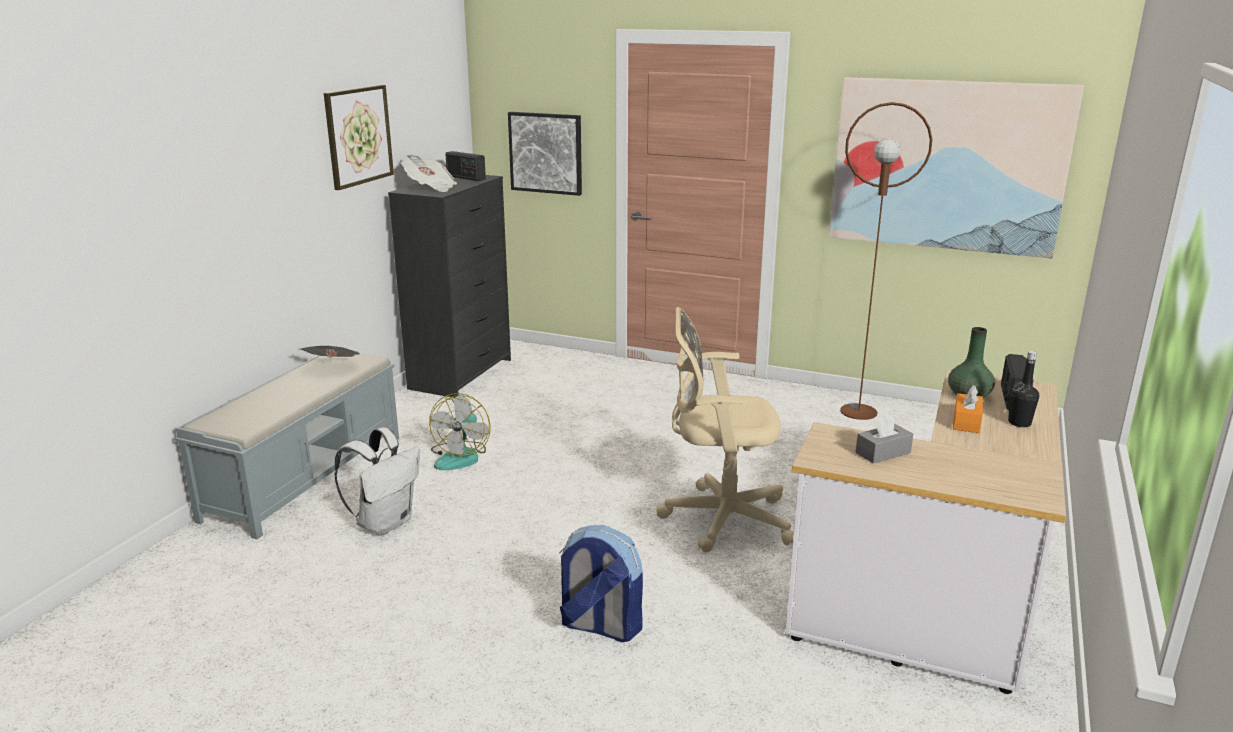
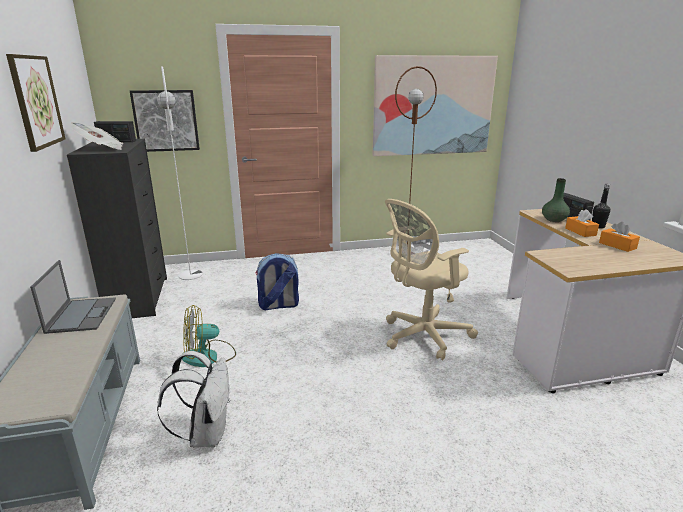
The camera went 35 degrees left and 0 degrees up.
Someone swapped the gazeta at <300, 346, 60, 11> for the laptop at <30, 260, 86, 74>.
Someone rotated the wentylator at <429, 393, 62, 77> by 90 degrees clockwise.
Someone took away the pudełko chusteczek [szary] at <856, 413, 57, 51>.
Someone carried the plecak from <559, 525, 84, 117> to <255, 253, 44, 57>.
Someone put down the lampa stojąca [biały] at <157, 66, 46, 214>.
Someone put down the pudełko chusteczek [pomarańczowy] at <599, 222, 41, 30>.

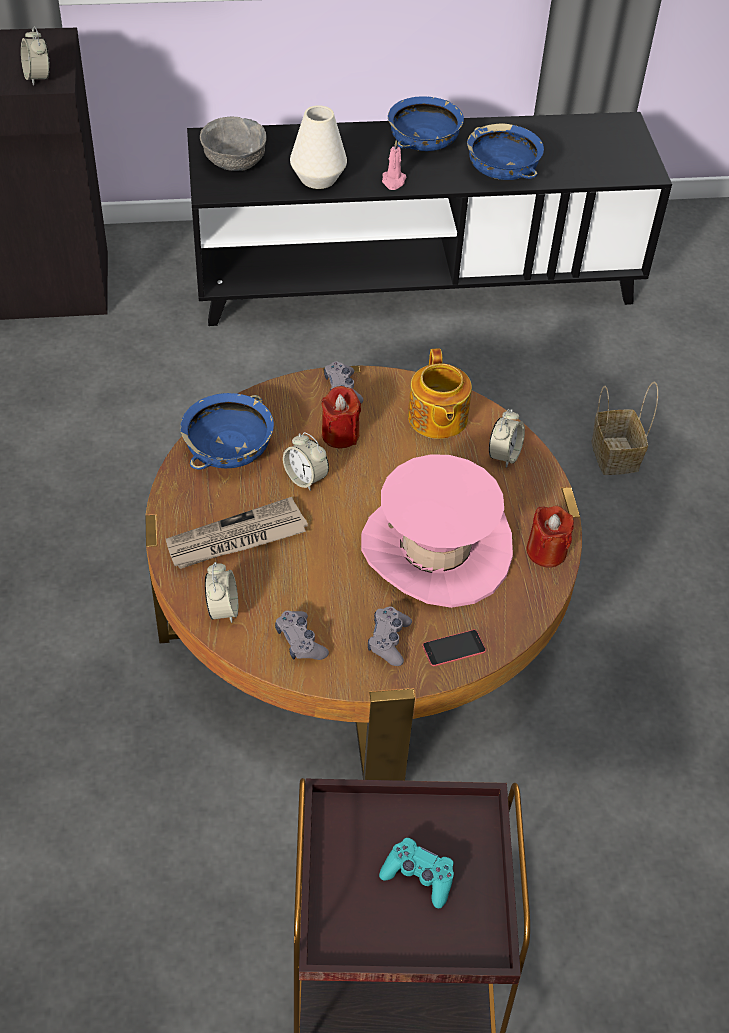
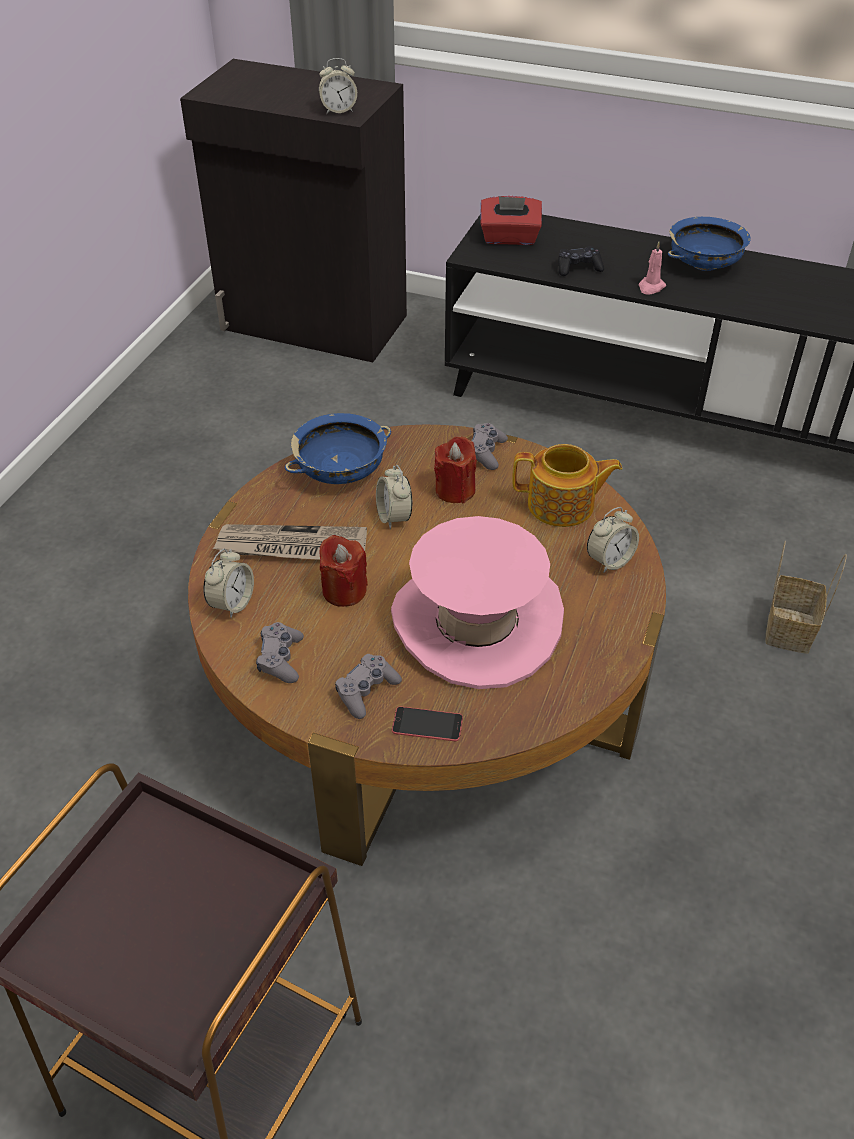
The camera went 30 degrees right and 5 degrees down.
Someone rotated the budzik at <21, 26, 29, 60> by 105 degrees counterclockwise.
Someone swapped the wazon [biały] at <290, 105, 57, 84> for the pad do gier [czarny] at <558, 246, 46, 30>.
Someone swapped the miska [szary] at <200, 116, 66, 55> for the pudełko chusteczek [czerwony] at <481, 196, 61, 49>.
Someone took away the miska [niebieski] at <467, 124, 77, 56>.
Someone rotated the imbryk at <408, 348, 64, 91> by 105 degrees counterclockwise.
Someone carried the świeca [czerwony] from <527, 506, 47, 62> to <320, 535, 48, 72>.
Someone took away the pad do gier [turkusowy] at <379, 838, 75, 70>.

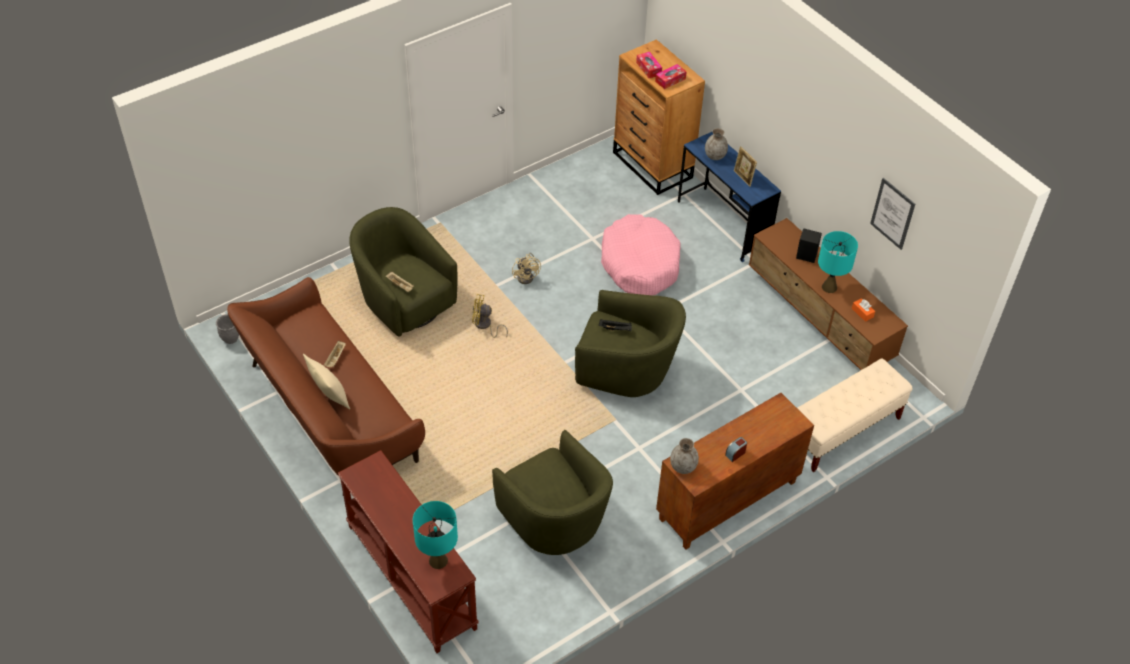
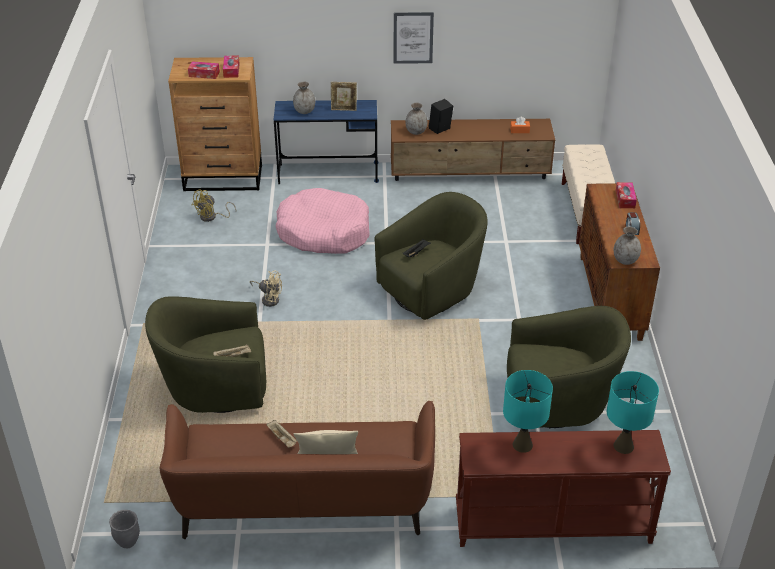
The camera went 55 degrees left and 10 degrees down.
Someone carried the obraz from <870, 178, 45, 72> to <394, 12, 40, 52>.
Someone carried the lampa stołowa [turkusowy] from <818, 231, 40, 62> to <503, 370, 50, 83>.
Someone carried the wentylator [żółty] from <472, 294, 36, 44> to <191, 189, 45, 33>.
Someone put down the wazon [szary] at <406, 103, 21, 32>.
Someone put down the pudełko chusteczek at <616, 182, 21, 26>.

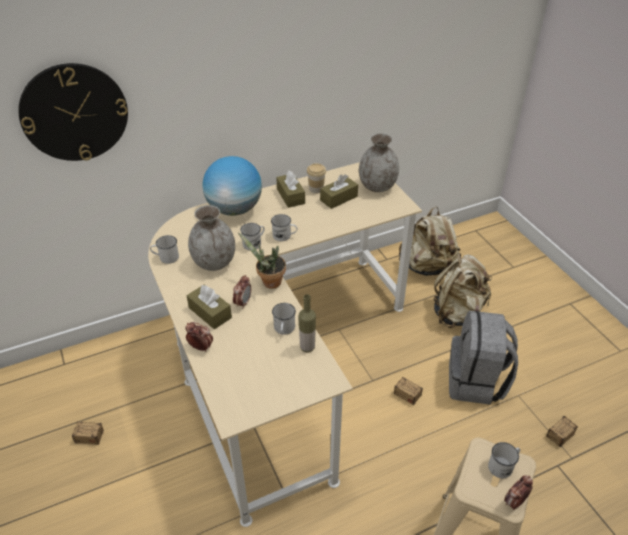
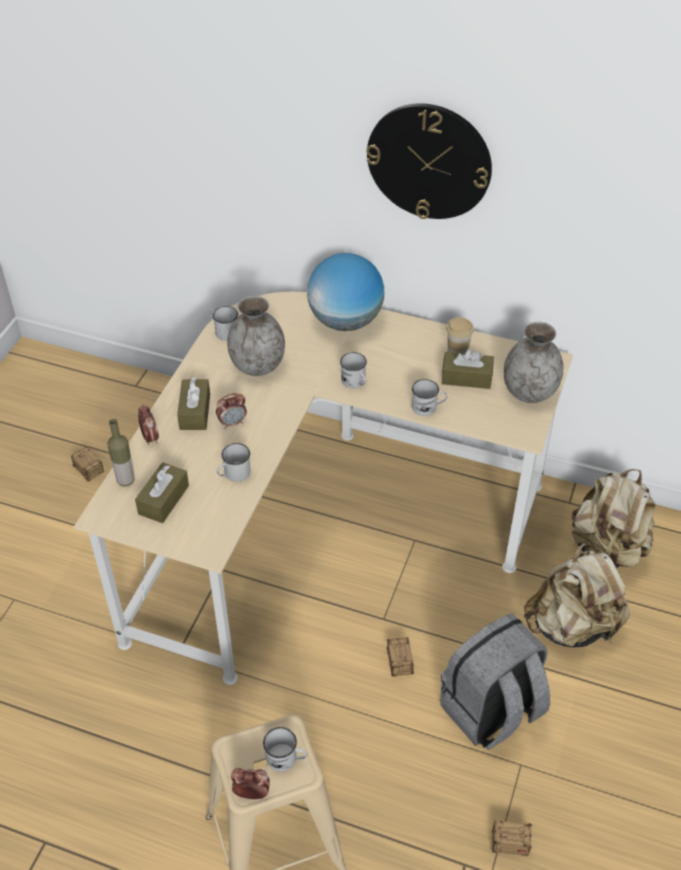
The camera went 45 degrees right and 5 degrees up.
Someone carried the zegar ścienny from <18, 63, 110, 98> to <367, 103, 125, 116>.
Someone carried the pudełko chusteczek [brązowy] from <276, 170, 29, 38> to <135, 462, 54, 61>.
Someone carried the kubek [biały] from <240, 223, 25, 27> to <412, 379, 35, 37>.
Someone took away the roślina doniczkowa at <238, 232, 48, 57>.
Someone carried the butelka from <298, 294, 18, 58> to <108, 419, 27, 67>.

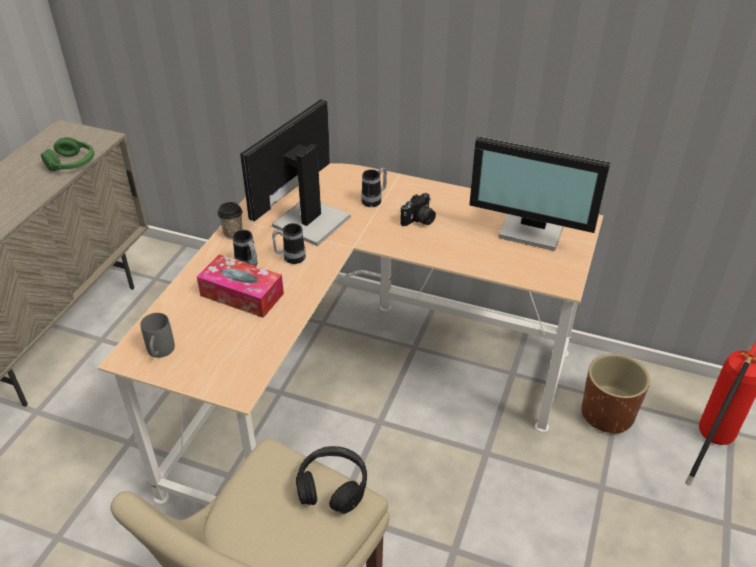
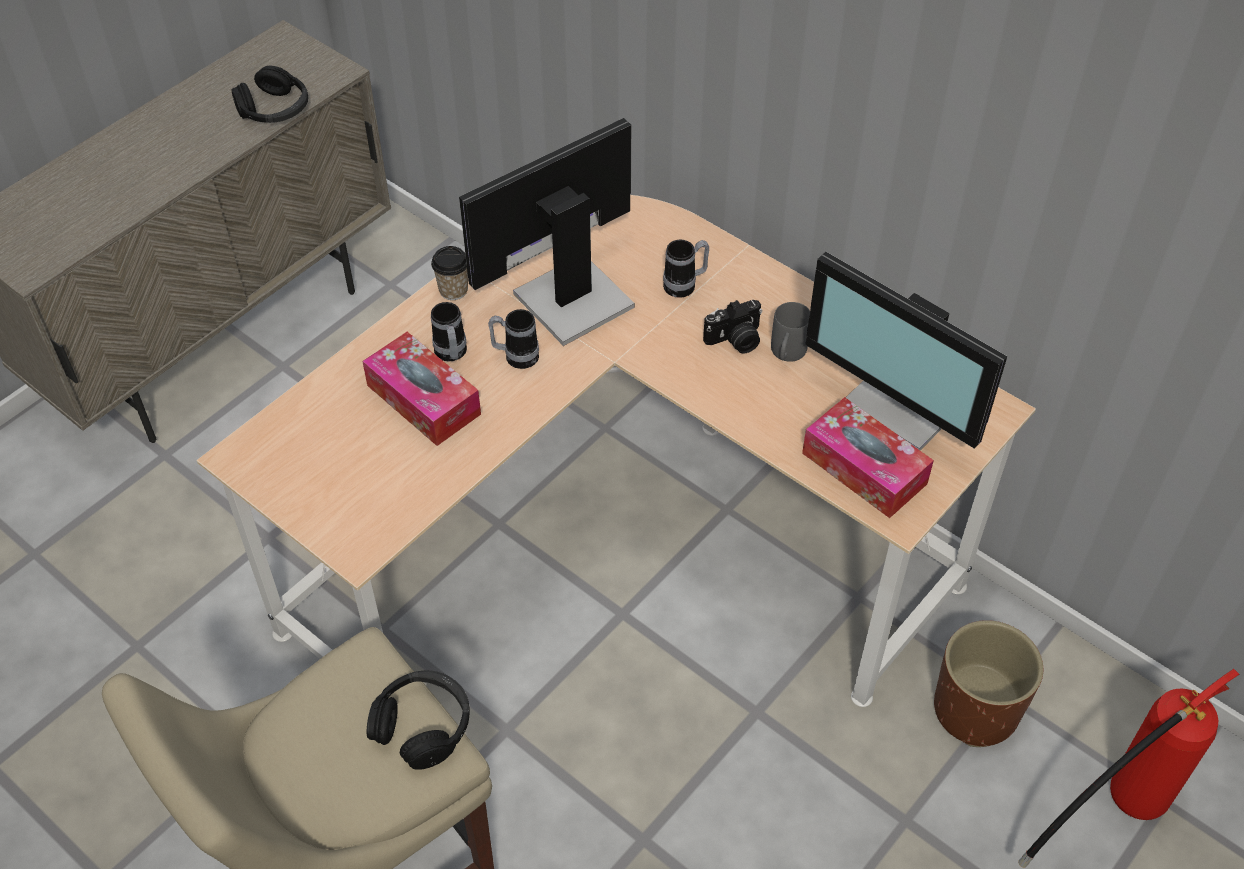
The camera went 20 degrees right and 10 degrees up.
Someone repainted the słuchawki [zielony] at <41, 137, 53, 35>, which became the słuchawki [czarny] at <231, 66, 77, 57>.
Someone carried the kubek [szary] from <140, 313, 35, 45> to <771, 302, 39, 60>.
Someone put down the pudełko chusteczek at <802, 397, 132, 121>.

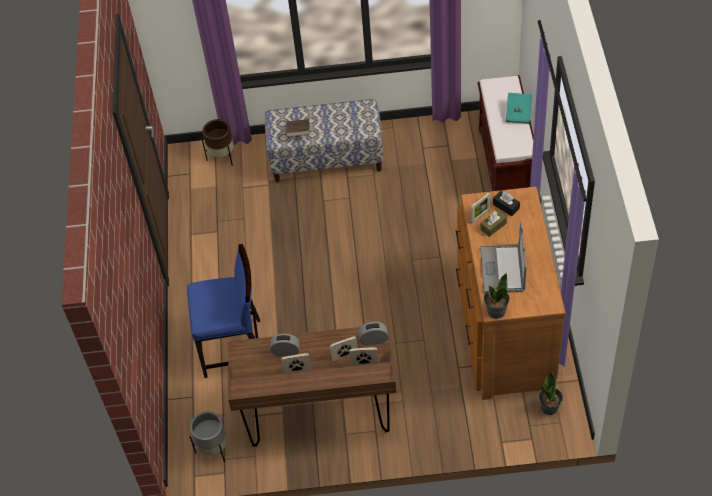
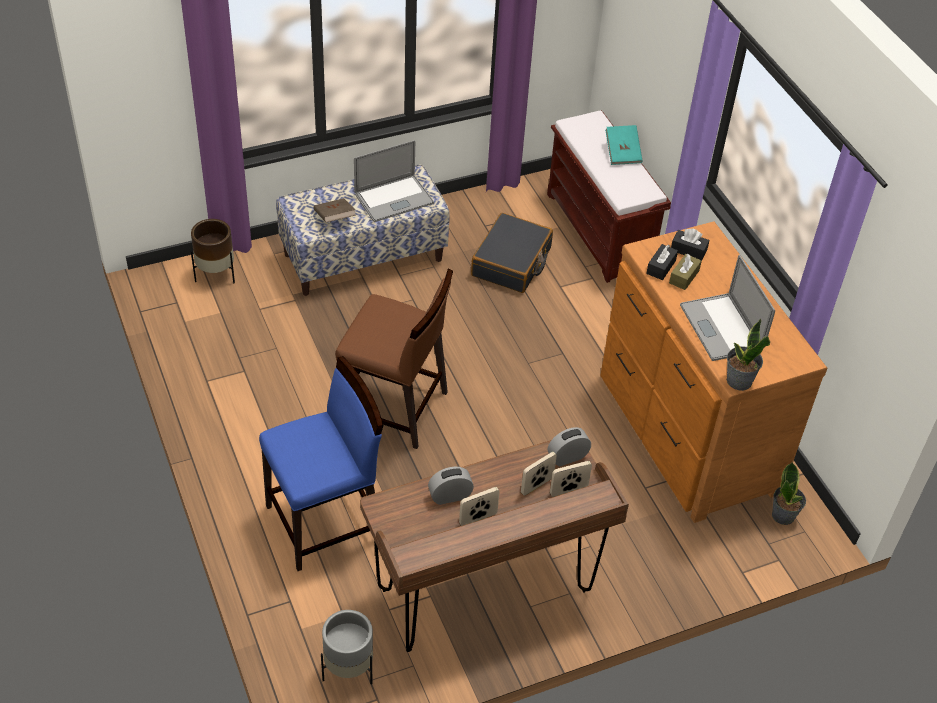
The camera went 25 degrees left and 5 degrees down.
Someone swapped the ramka na zdjęcie at <470, 192, 21, 32> for the pudełko chusteczek [czarny] at <646, 244, 32, 36>.
Someone put down the laptop at <354, 140, 80, 82>.
Someone put down the walizka [czarny] at <471, 213, 82, 80>.
Someone put down the krzesło [brązowy] at <335, 269, 118, 180>.

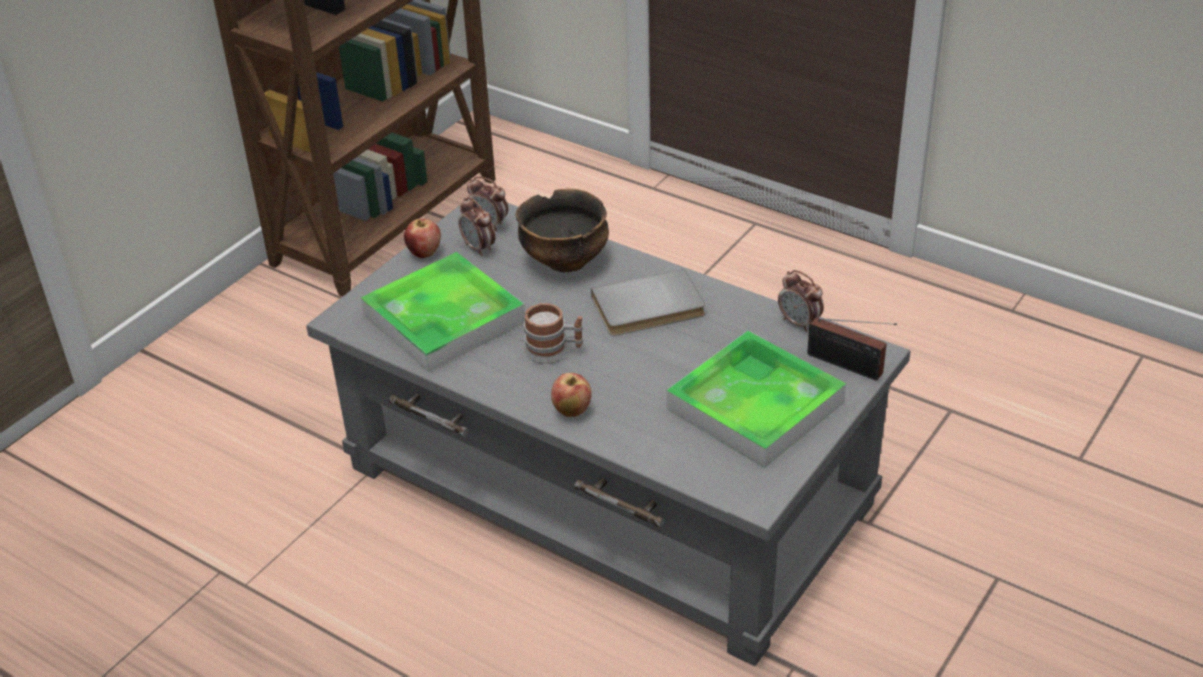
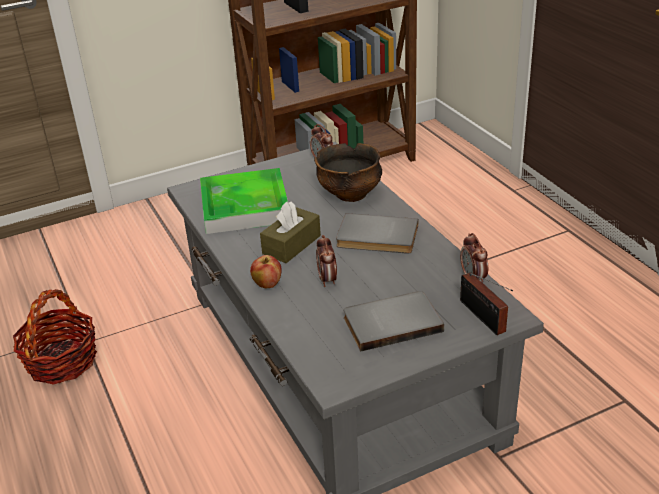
The camera went 30 degrees right and 5 degrees down.
Someone carried the budzik from <458, 197, 37, 59> to <316, 235, 21, 52>.
Someone took away the jabłko at <404, 219, 37, 39>.
Someone swapped the kubek at <524, 303, 59, 61> for the pudełko chusteczek [brązowy] at <260, 202, 61, 61>.
Someone swapped the taca at <666, 331, 180, 137> for the książka [szary] at <343, 291, 101, 61>.
Someone put down the koszyk at <13, 289, 84, 96>.

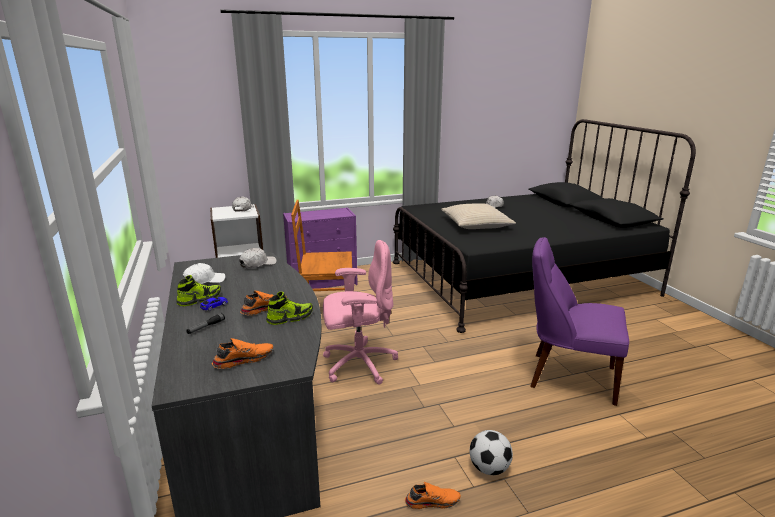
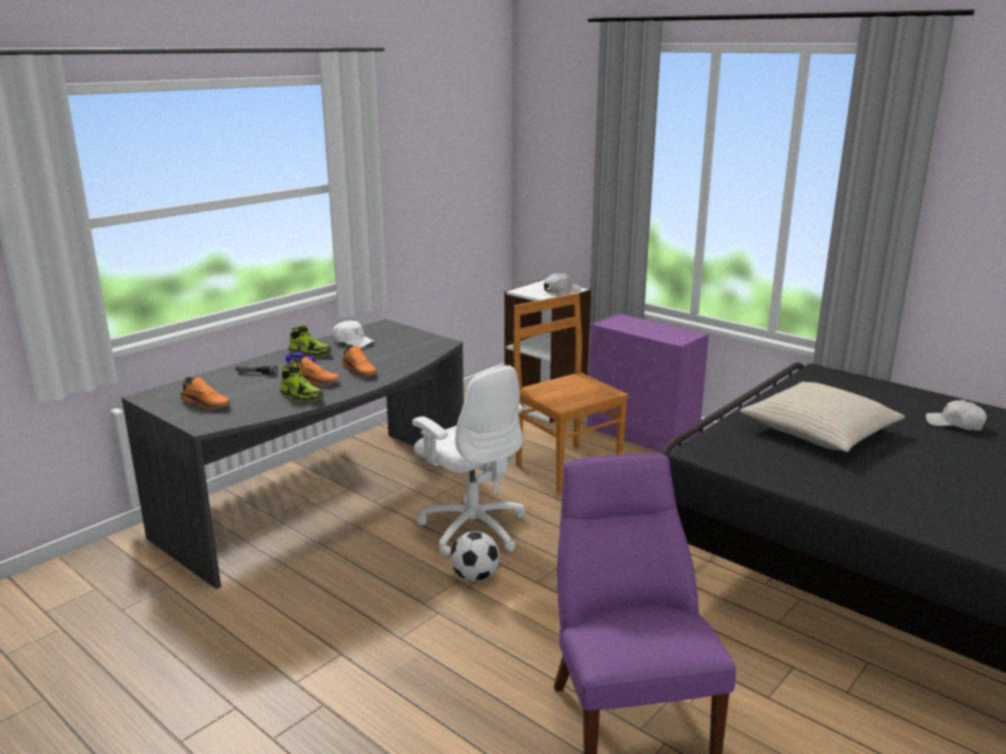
The camera went 60 degrees right and 0 degrees up.
Someone repainted the krzesło biurowe [różowy] at <323, 240, 75, 145>, which became the krzesło biurowe [biały] at <412, 365, 113, 192>.
Someone took away the czapka z daszkiem [biały] at <239, 248, 38, 21>.
Someone carried the piłka futbolowa from <470, 430, 43, 45> to <451, 531, 48, 50>.
Someone carried the but [pomarańczowy] from <405, 482, 56, 27> to <342, 344, 35, 33>.

